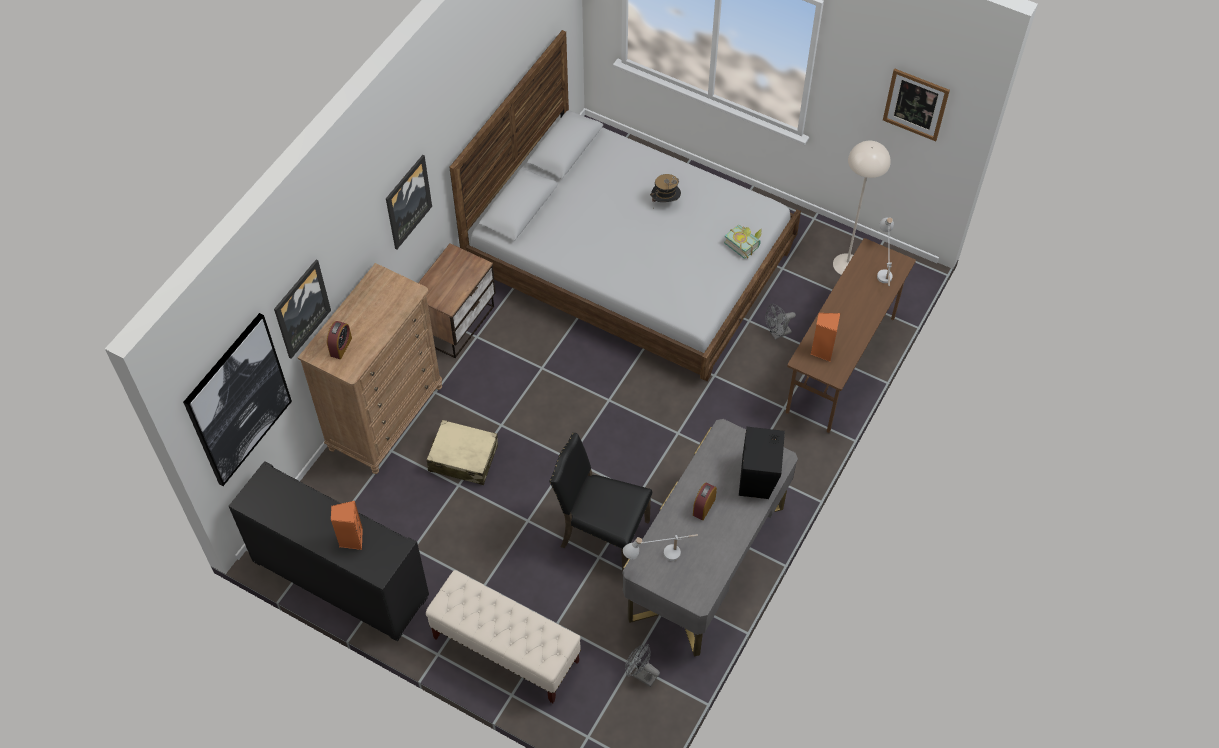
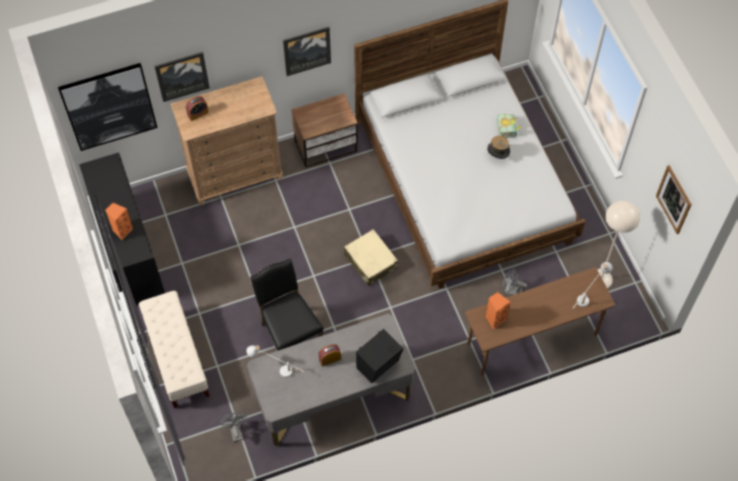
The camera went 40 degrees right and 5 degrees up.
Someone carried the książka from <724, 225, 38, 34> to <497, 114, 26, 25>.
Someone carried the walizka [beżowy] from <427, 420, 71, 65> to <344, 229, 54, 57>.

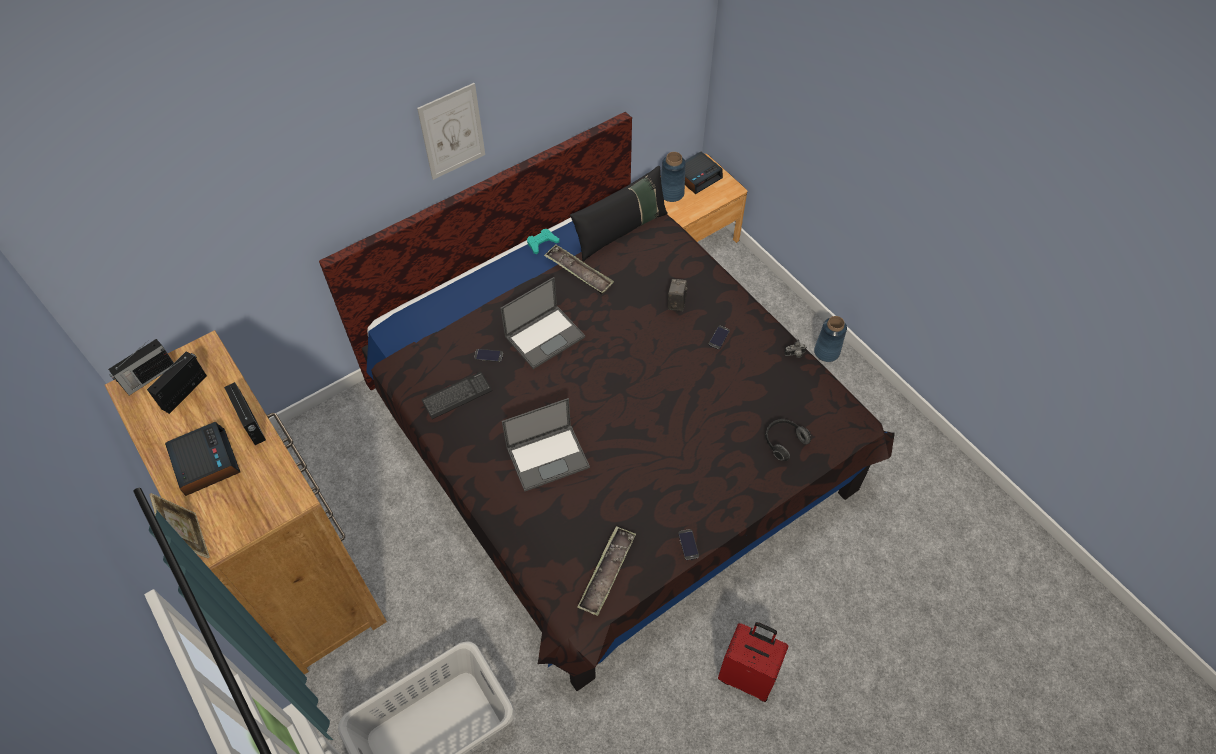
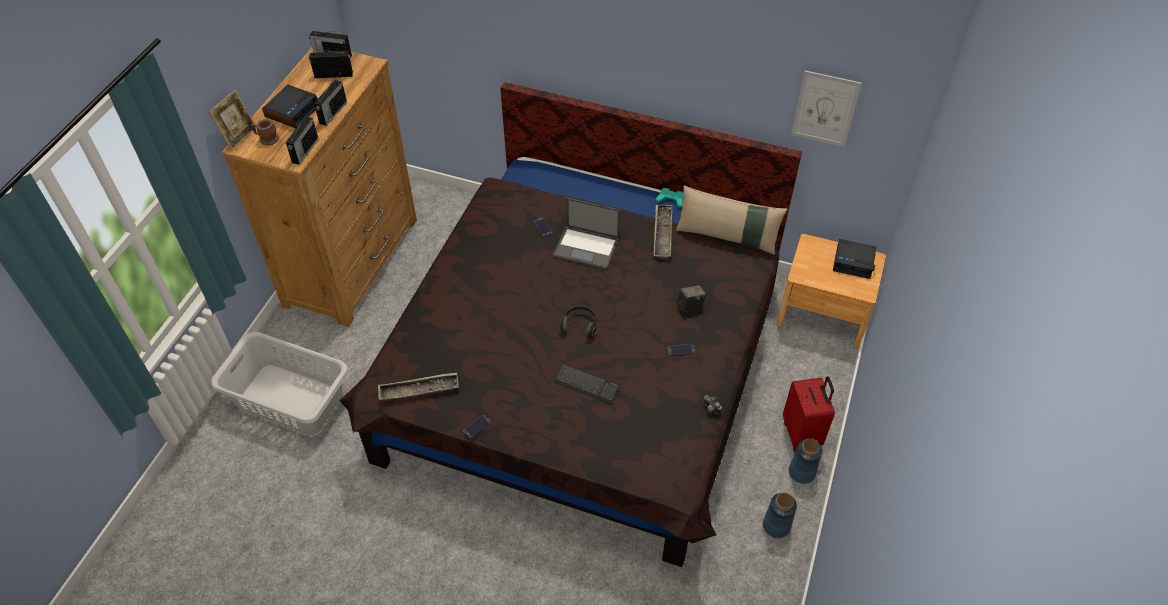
The camera went 55 degrees right and 5 degrees down.
Someone carried the obraz from <417, 83, 68, 97> to <791, 71, 71, 76>.
Someone carried the wazon [niebieski] from <661, 152, 25, 50> to <763, 493, 34, 45>.
Someone repainted the poduszka [czarny] at <570, 166, 98, 95>, which became the poduszka [beżowy] at <676, 185, 111, 70>.
Someone carried the klawiatura from <422, 372, 70, 47> to <554, 363, 66, 41>.
Someone took away the laptop at <502, 398, 88, 94>.
Someone carried the słuchawki from <765, 419, 46, 42> to <560, 305, 37, 33>.
Someone carried the walizka [czerwony] from <718, 622, 71, 80> to <783, 376, 52, 77>.
Someone put down the radio at <286, 115, 32, 50>.
Someone put down the kubek at <251, 119, 28, 26>.

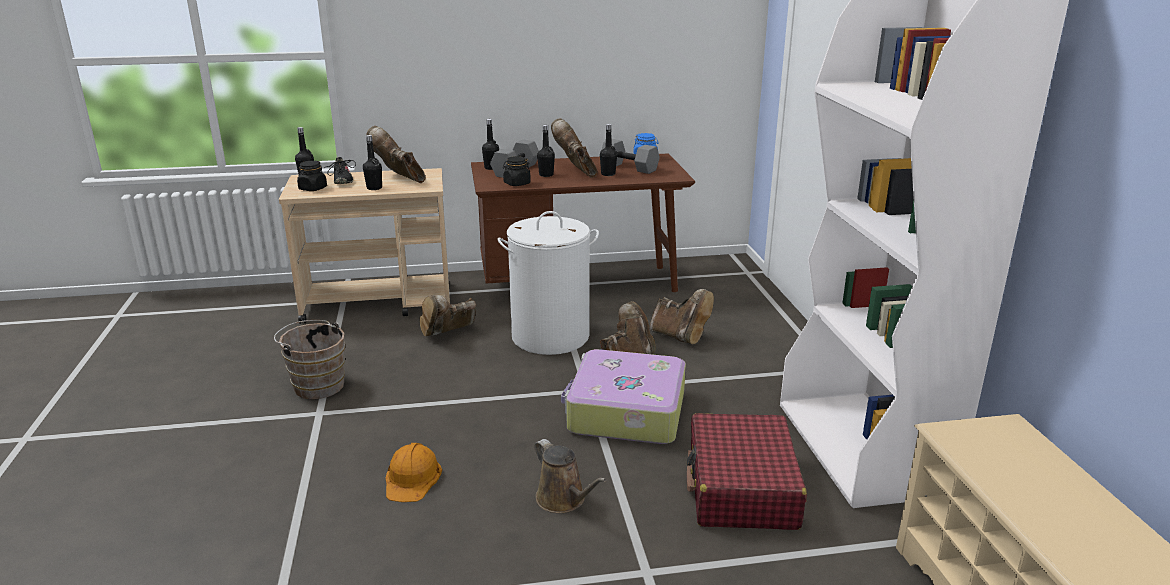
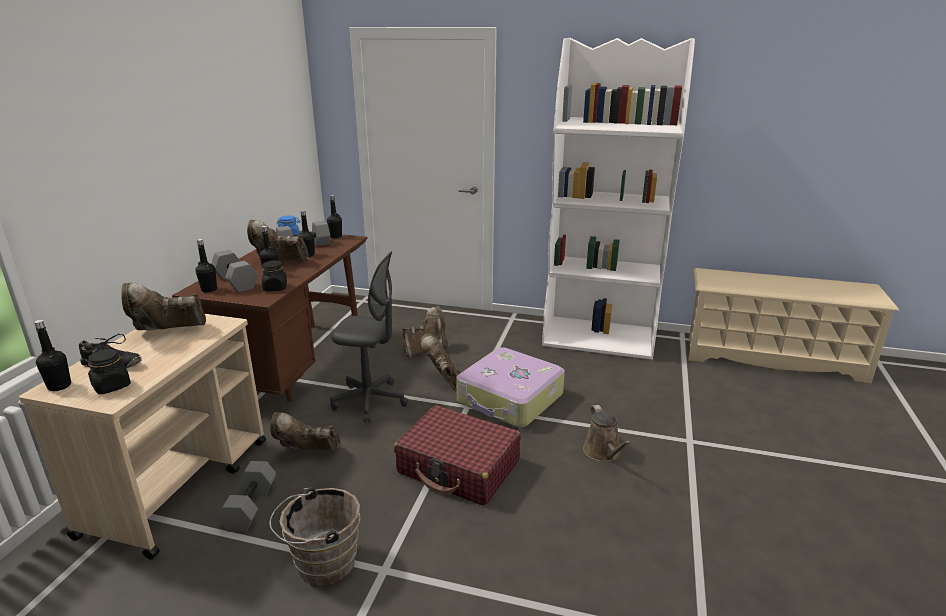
The camera went 65 degrees left and 0 degrees up.
Someone carried the butelka [czarny] from <363, 135, 19, 55> to <327, 195, 15, 44>.
Someone swapped the kosz na pranie [biały] at <497, 211, 102, 144> for the krzesło biurowe [szary] at <330, 251, 78, 172>.
Someone rotated the but z cholewką [brązowy] at <419, 295, 57, 41> by 105 degrees clockwise.
Someone carried the walizka [czerwony] from <687, 413, 120, 117> to <394, 405, 127, 101>.
Someone rotated the konewka [brązowy] at <534, 439, 72, 74> by 90 degrees clockwise.
Someone took away the kask [pomarańczowy] at <386, 443, 56, 59>.
Someone put down the hantel [szary] at <217, 461, 59, 72>.

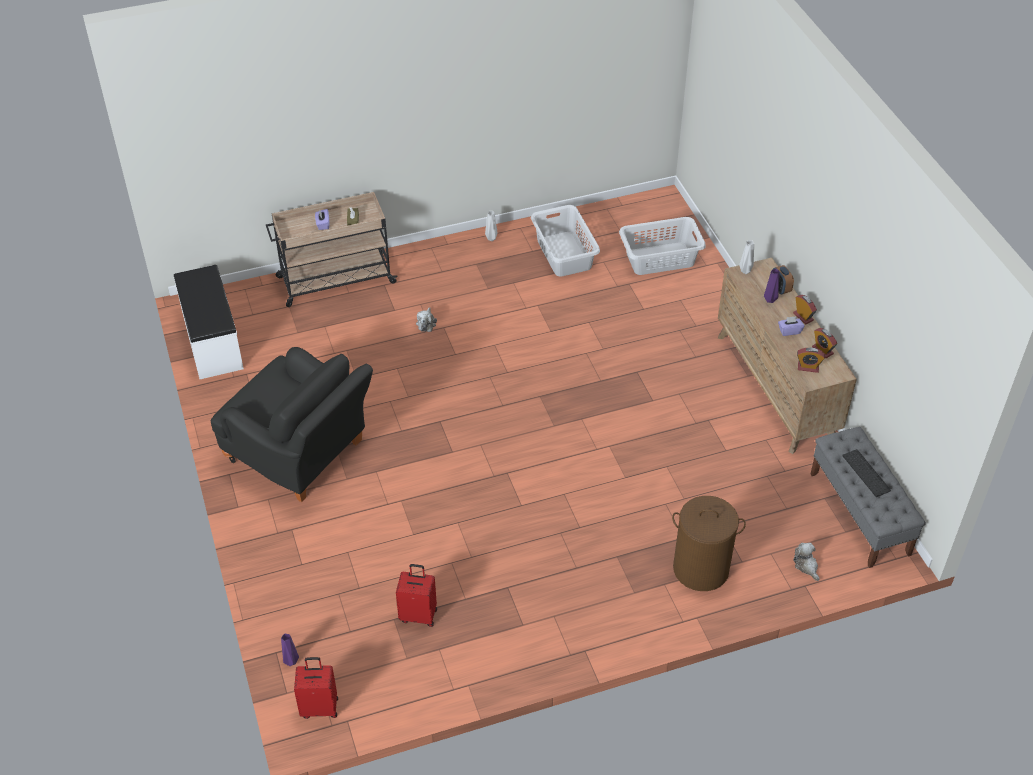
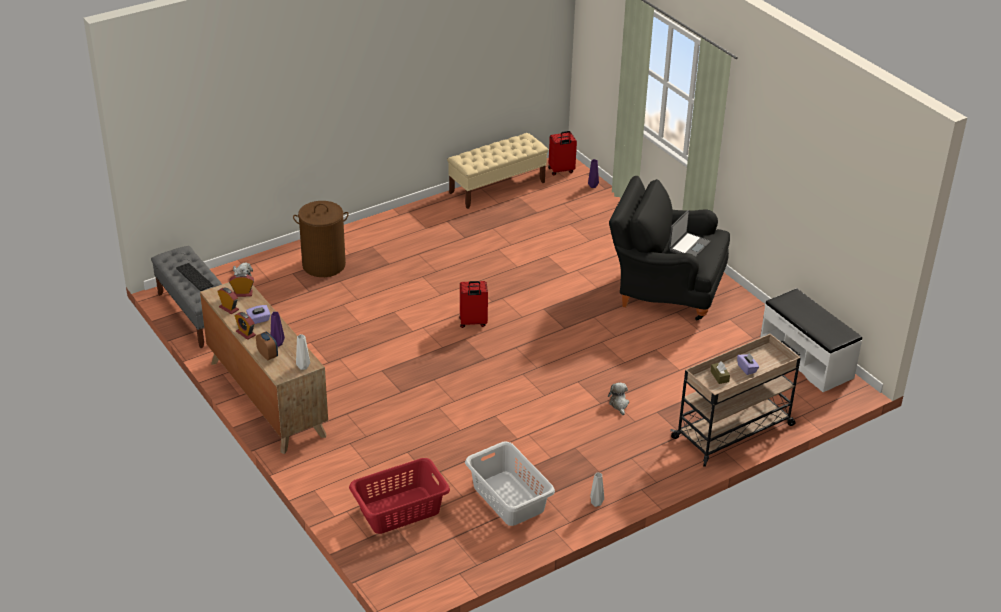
The camera went 165 degrees right and 10 degrees down.
Someone repainted the kosz na pranie [szary] at <619, 217, 87, 58>, which became the kosz na pranie [czerwony] at <349, 458, 101, 76>.
Someone carried the walizka [czerwony] from <396, 564, 41, 63> to <459, 281, 29, 47>.
Someone put down the ławka [beżowy] at <447, 133, 101, 76>.
Someone put down the laptop at <669, 210, 42, 47>.

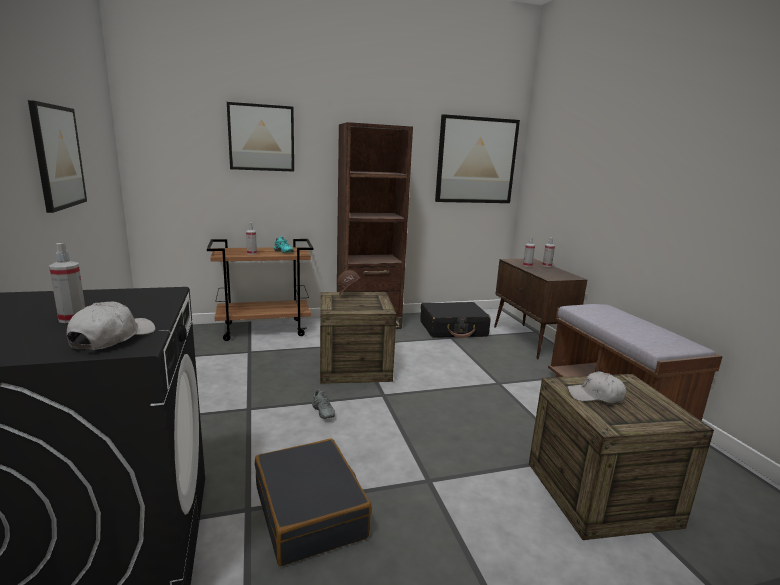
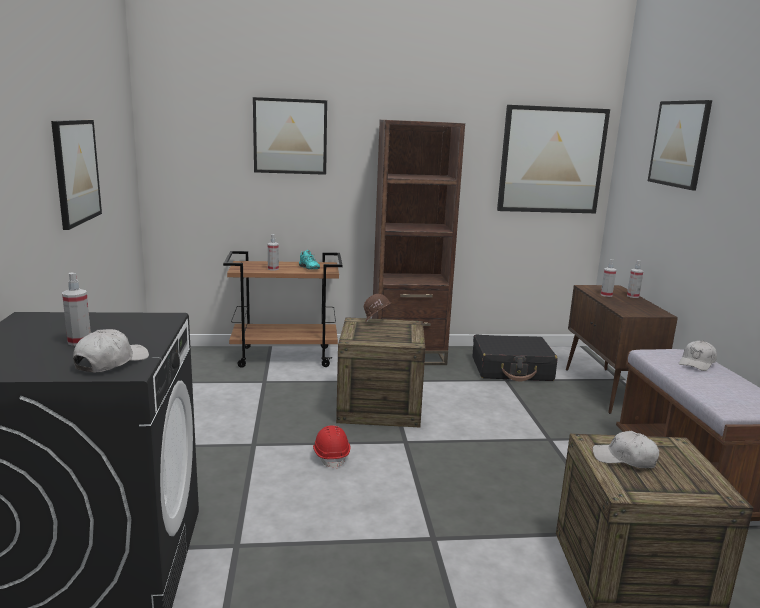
The camera went 10 degrees right and 0 degrees up.
Someone swapped the but [szary] at <312, 389, 23, 30> for the kask [czerwony] at <313, 426, 37, 43>.
Someone took away the walizka [czarny] at <255, 439, 117, 127>.
Someone put up the obraz at <648, 100, 64, 90>.
Someone put down the czapka z daszkiem [biały] at <679, 341, 38, 30>.

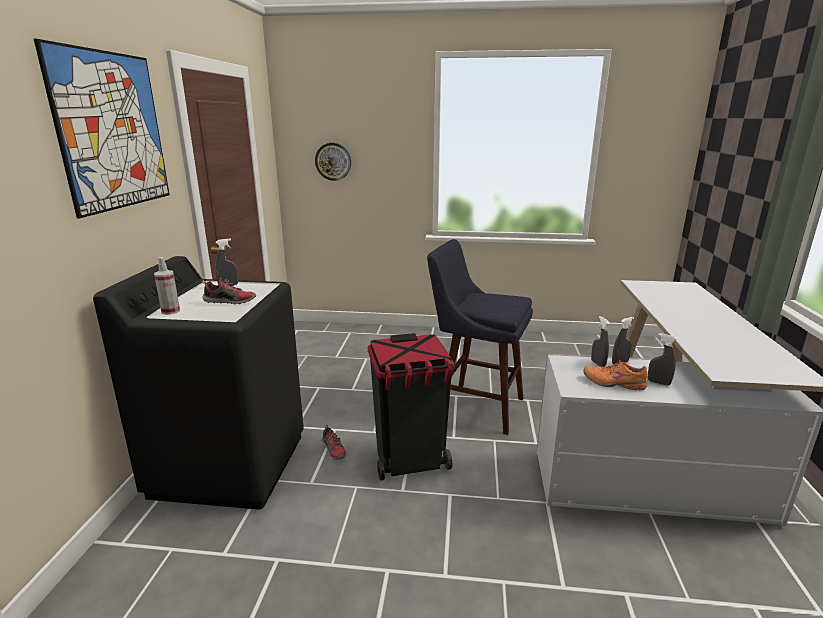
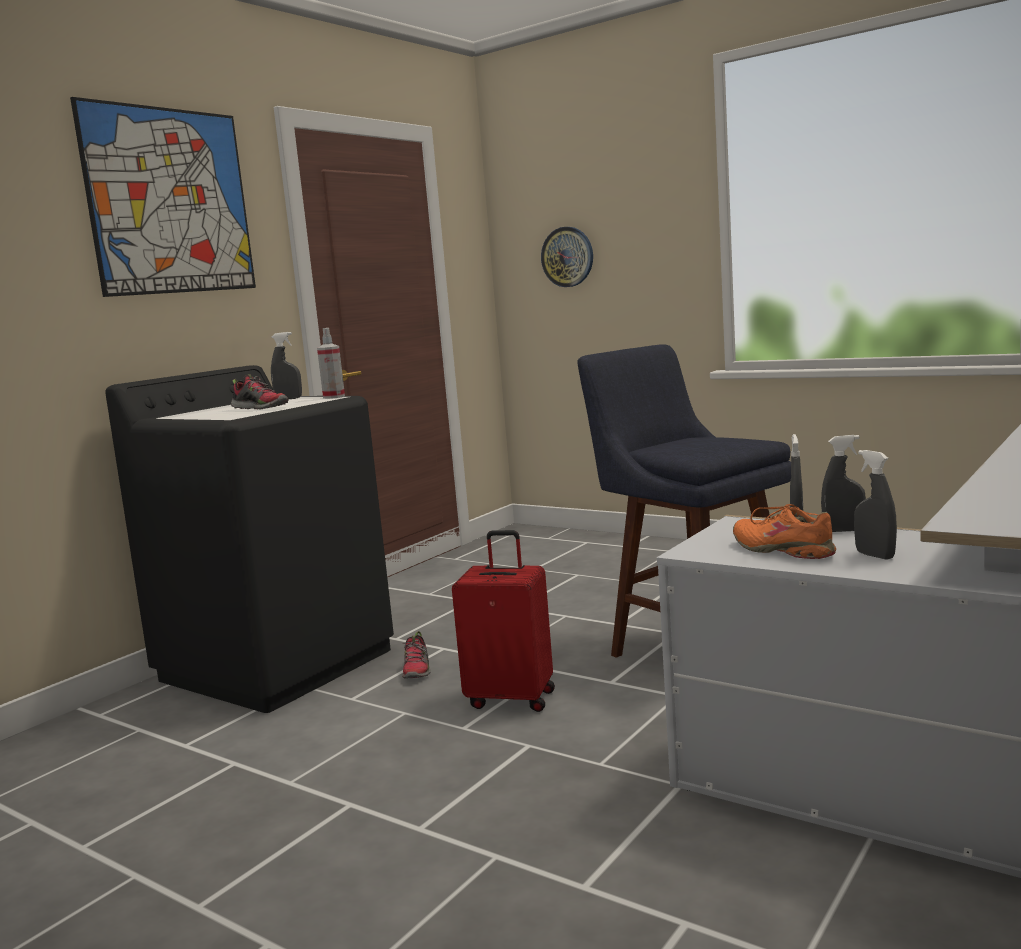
The camera went 30 degrees right and 10 degrees down.
Someone carried the spryskiwacz from <154, 257, 26, 58> to <317, 328, 28, 71>.
Someone swapped the kosz na śmieci [czarny] at <368, 333, 86, 148> for the walizka [czerwony] at <452, 530, 103, 182>.

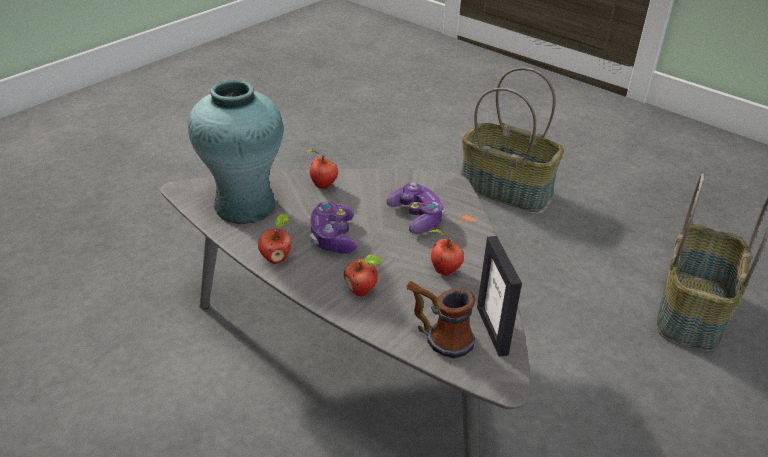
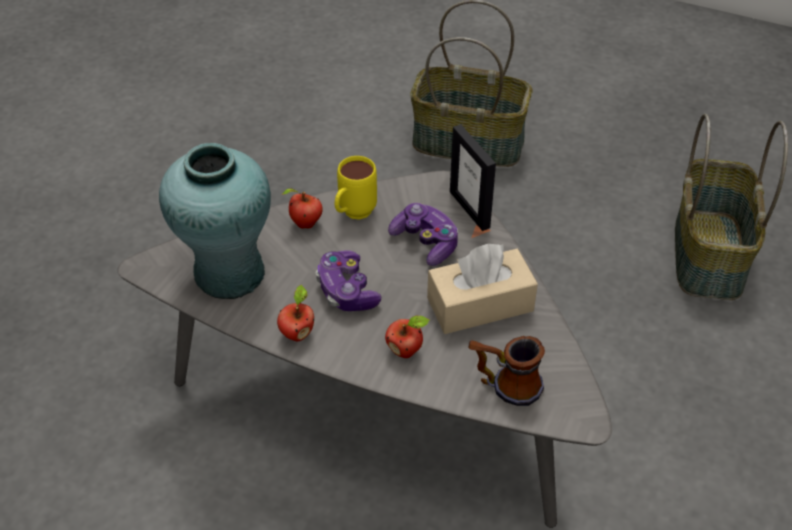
The camera went 15 degrees left and 10 degrees up.
Someone swapped the jabłko at <428, 229, 36, 47> for the pudełko chusteczek [beżowy] at <427, 243, 111, 91>.
Someone carried the ramka na zdjęcie from <477, 236, 45, 121> to <450, 124, 46, 107>.
Someone put down the kubek [żółty] at <335, 156, 42, 64>.

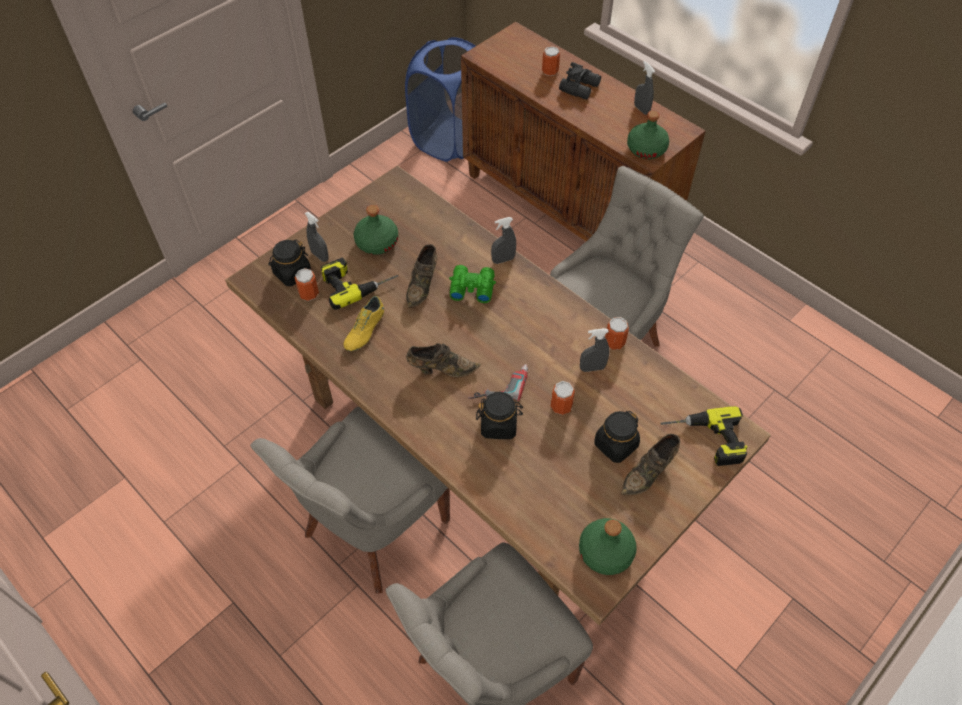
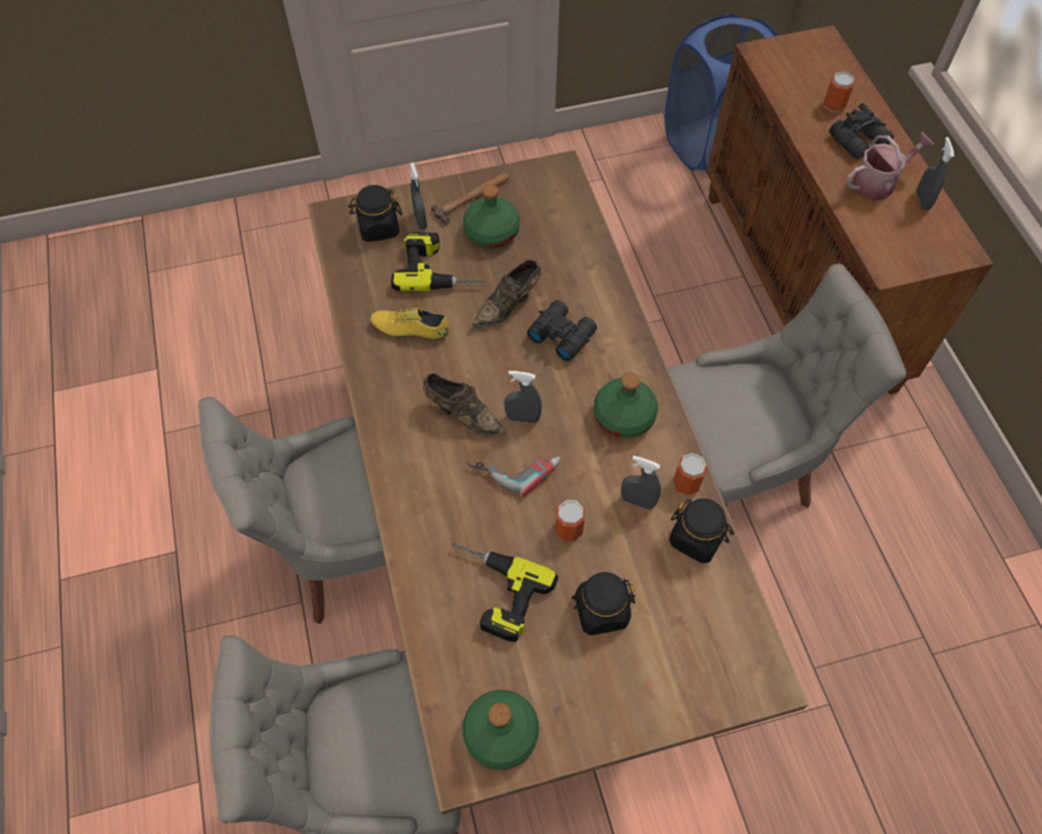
The camera went 30 degrees right and 5 degrees up.
Someone carried the butelka [zielony] from <627, 111, 42, 48> to <594, 373, 64, 65>.
Someone carried the spryskiwacz [szary] from <491, 217, 25, 47> to <504, 371, 38, 52>.
Someone repainted the lornetka [zielony] at <449, 265, 47, 38>, which became the lornetka [czarny] at <527, 300, 70, 61>.
Someone took away the puszka at <294, 268, 25, 33>.
Someone rotated the but [żółty] at <344, 296, 40, 55> by 45 degrees clockwise.
Someone carried the słoik [czarny] from <476, 391, 47, 48> to <669, 498, 65, 65>.
Someone carried the wiertarka from <660, 406, 87, 60> to <452, 543, 106, 99>.
Someone took away the but [brązowy] at <621, 434, 59, 61>.
Someone put down the konewka at <846, 132, 88, 69>.
Someone put down the młotek at <431, 172, 78, 53>.

